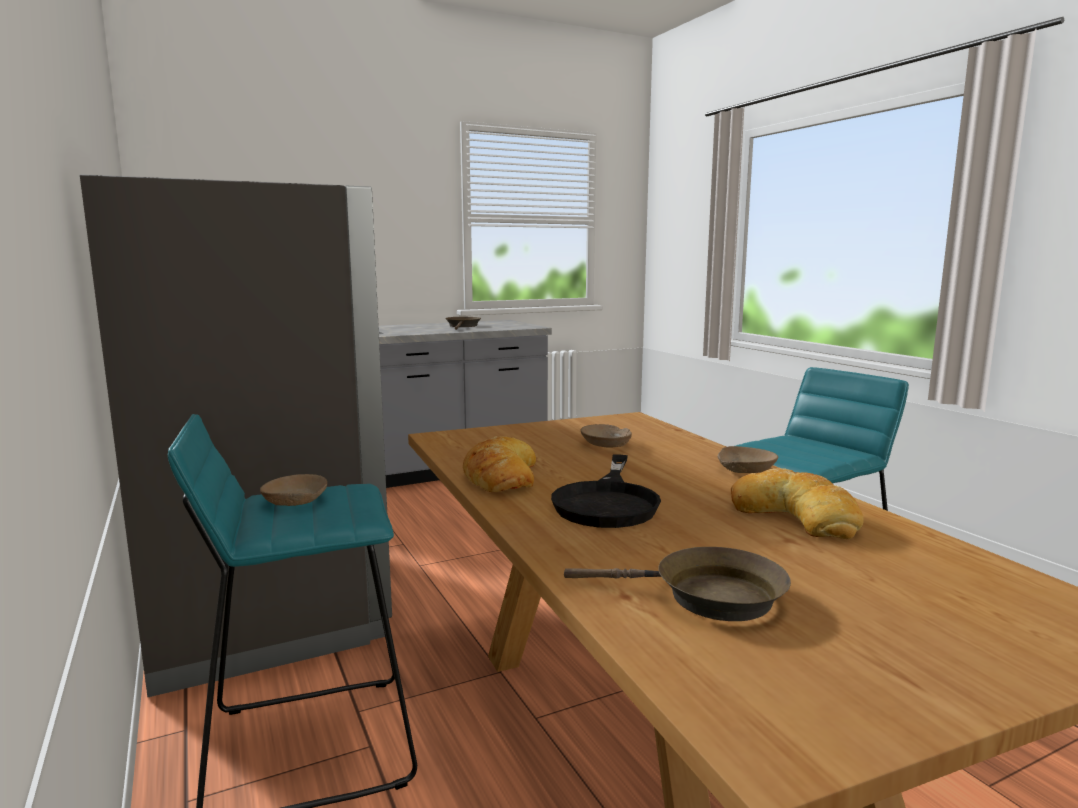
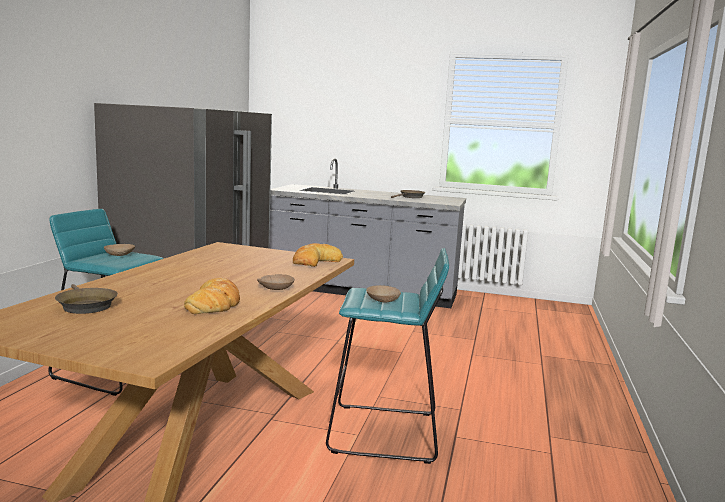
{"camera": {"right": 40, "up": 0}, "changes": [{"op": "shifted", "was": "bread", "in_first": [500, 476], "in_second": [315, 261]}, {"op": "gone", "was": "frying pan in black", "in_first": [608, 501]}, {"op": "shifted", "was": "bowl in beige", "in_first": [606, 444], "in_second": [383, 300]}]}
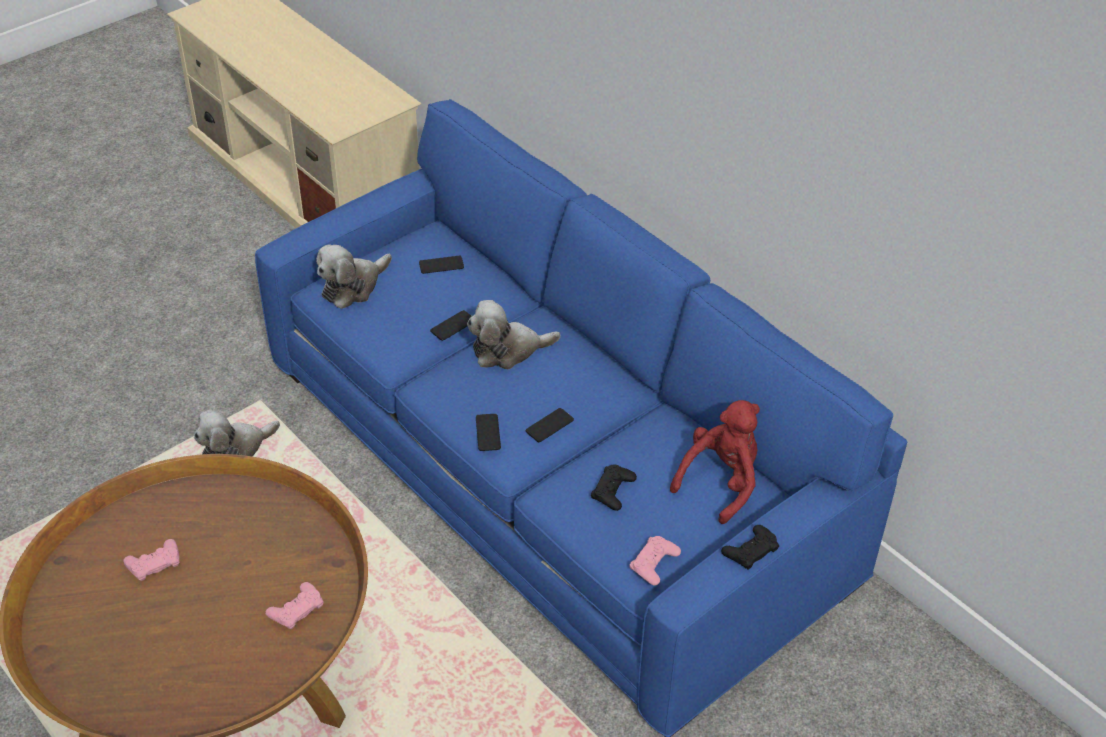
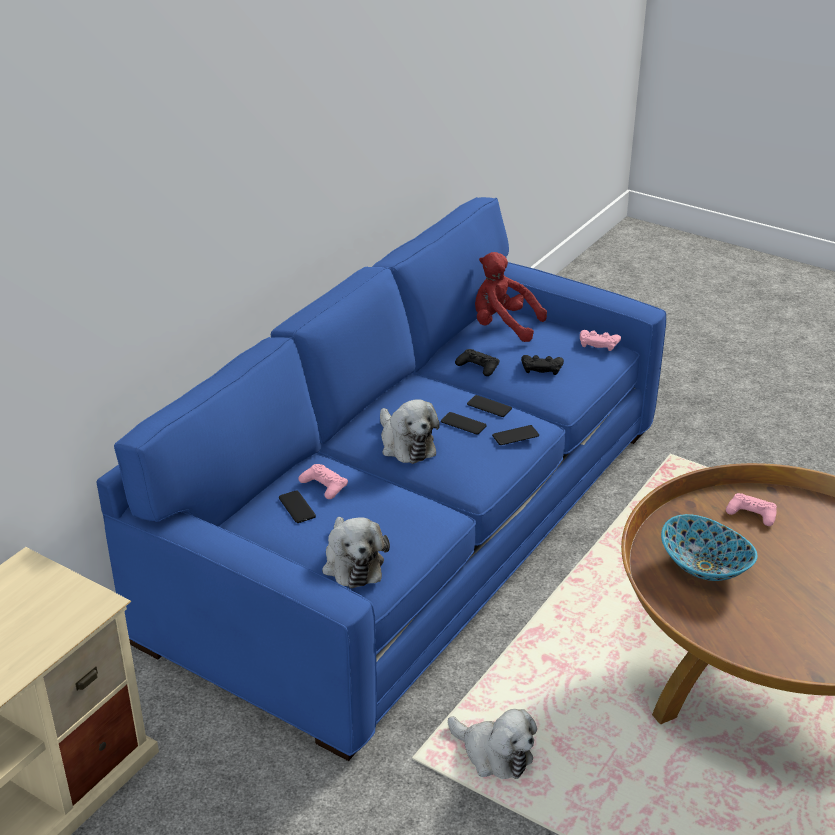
{"camera": {"right": -105, "up": -10}, "changes": [{"op": "shifted", "was": "game controller in pink", "in_first": [154, 563], "in_second": [324, 485]}, {"op": "rotated", "was": "plush toy", "in_first": [353, 286], "in_second": [352, 563], "clockwise": 45}, {"op": "shifted", "was": "phone", "in_first": [453, 326], "in_second": [463, 424]}, {"op": "shifted", "was": "game controller in black", "in_first": [750, 551], "in_second": [478, 366]}, {"op": "new", "now": "bowl", "in_second": [705, 566]}]}
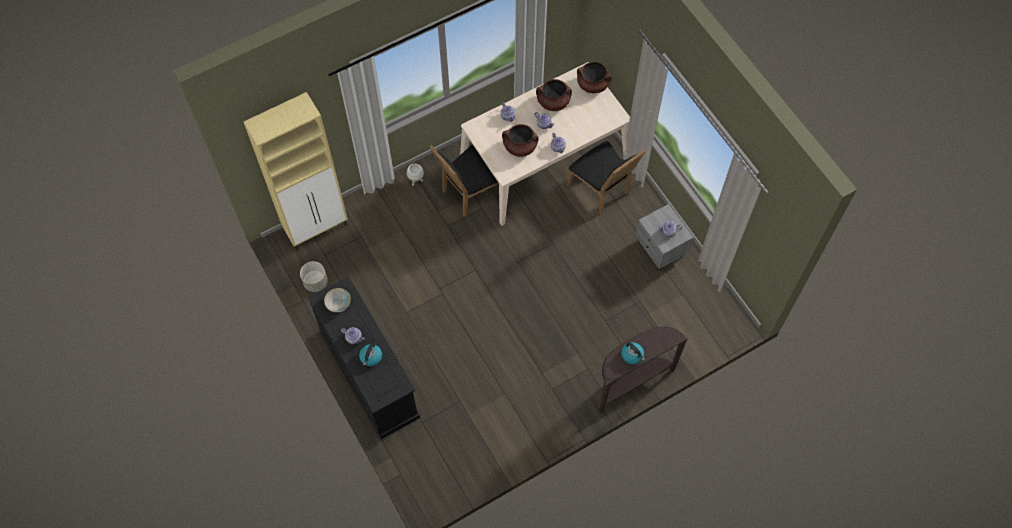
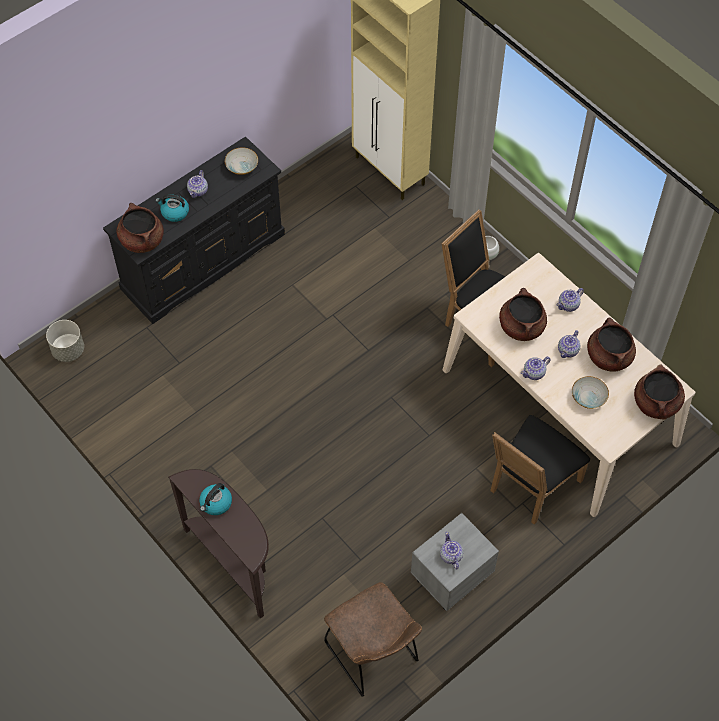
{"camera": {"right": 80, "up": -5}, "changes": [{"op": "shifted", "was": "planter in grey", "in_first": [315, 282], "in_second": [68, 350]}, {"op": "new", "now": "cooking pot in brown", "in_second": [142, 240]}, {"op": "new", "now": "chair in brown", "in_second": [374, 655]}, {"op": "new", "now": "bowl", "in_second": [588, 397]}]}
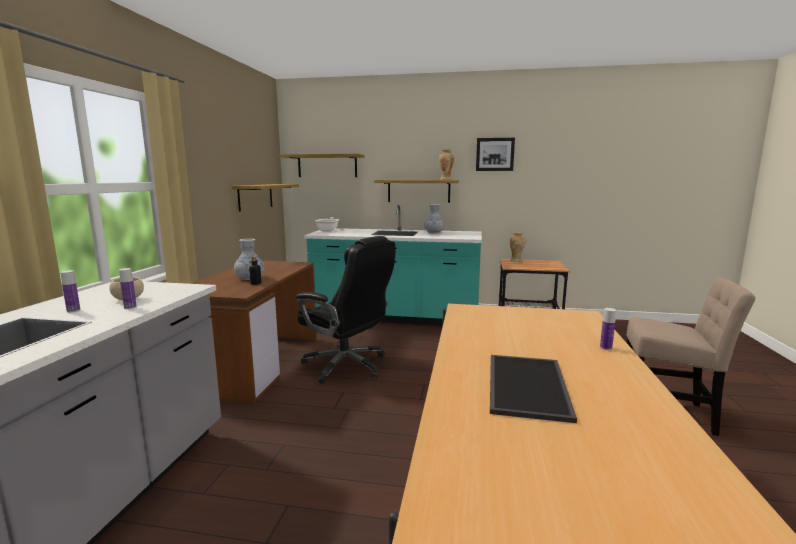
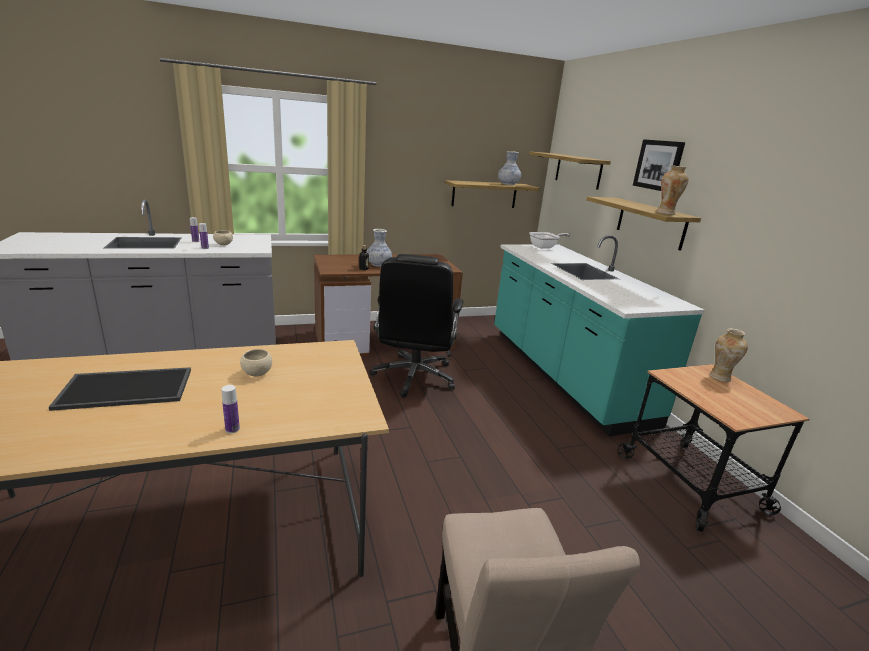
{"camera": {"right": 60, "up": 10}, "changes": [{"op": "shifted", "was": "vase", "in_first": [434, 233], "in_second": [508, 184]}, {"op": "shifted", "was": "picture", "in_first": [495, 154], "in_second": [658, 165]}, {"op": "new", "now": "bowl in beige", "in_second": [257, 373]}]}
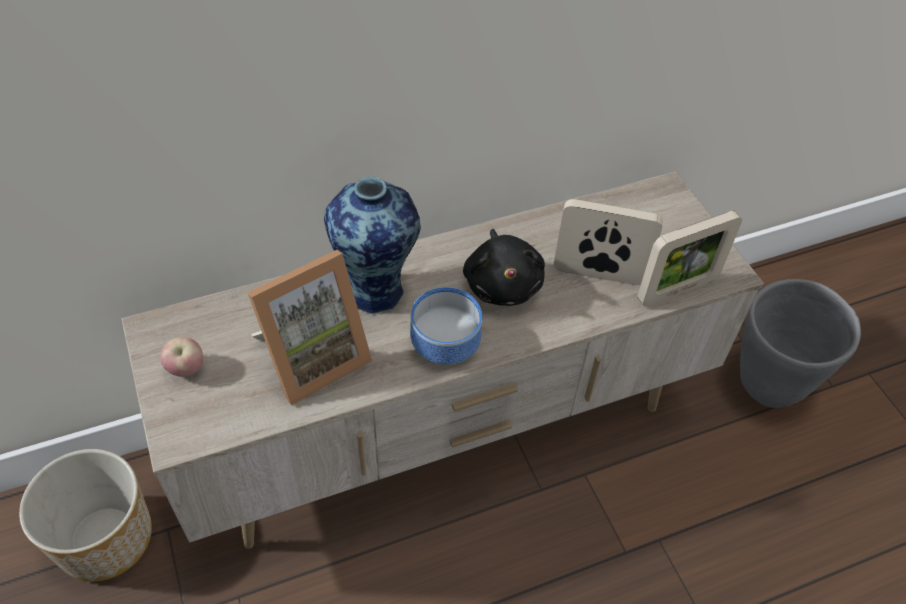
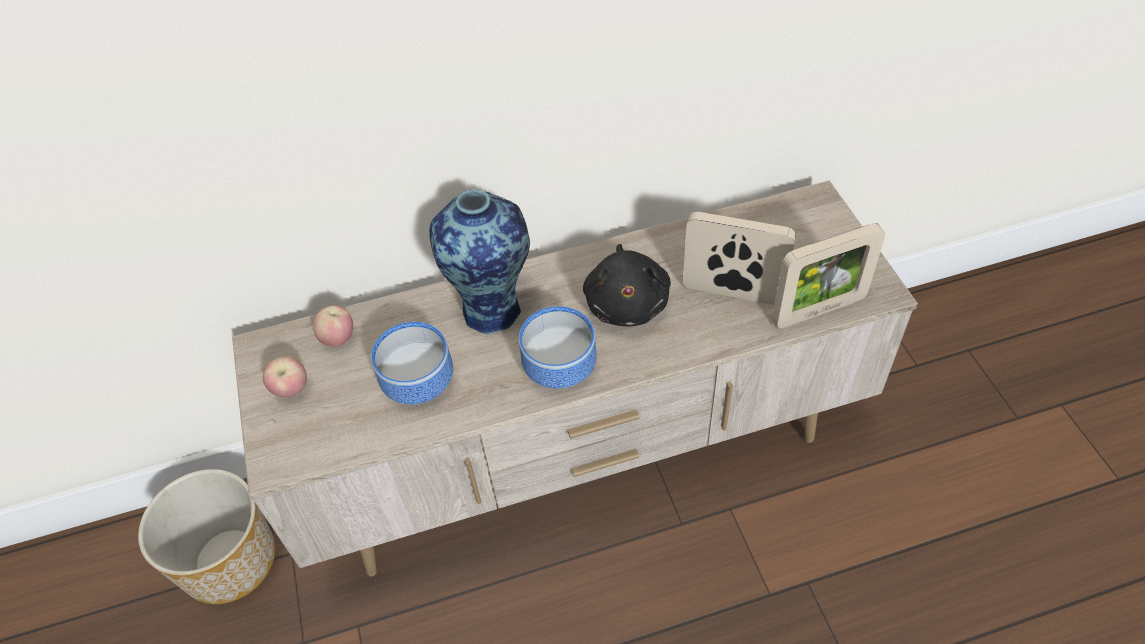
{"camera": {"right": 10, "up": 0}, "changes": [{"op": "swapped", "was": "picture frame", "now": "bowl", "in_first": [312, 357], "in_second": [420, 379]}, {"op": "gone", "was": "planter in grey", "in_first": [768, 384]}, {"op": "new", "now": "apple", "in_second": [338, 339]}]}
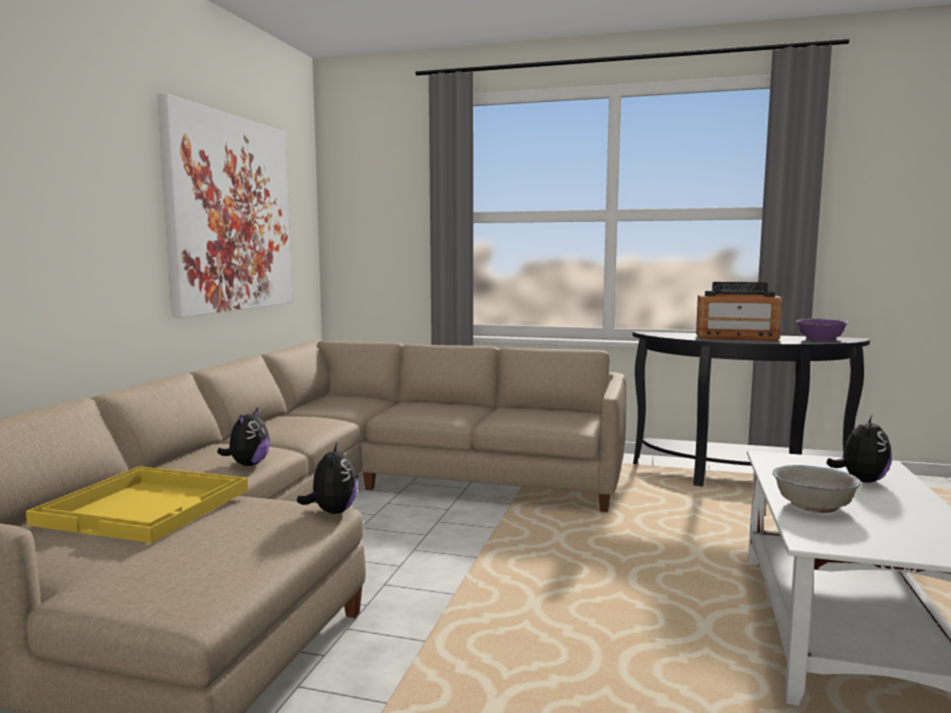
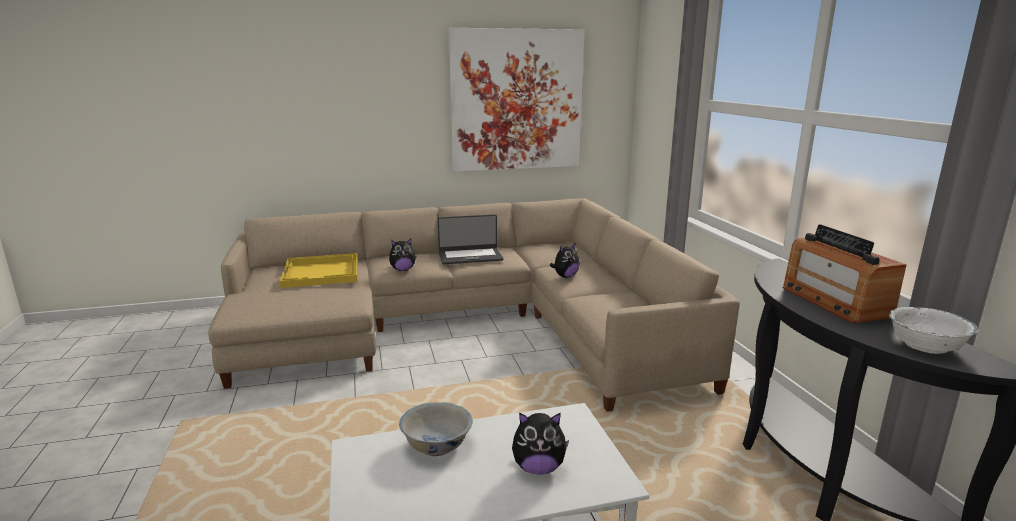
{"camera": {"right": 60, "up": 10}, "changes": [{"op": "shifted", "was": "plush toy", "in_first": [332, 512], "in_second": [565, 276]}, {"op": "repainted", "was": "bowl in purple", "now": "bowl in white", "in_first": [820, 339], "in_second": [926, 346]}, {"op": "new", "now": "laptop", "in_second": [470, 256]}]}
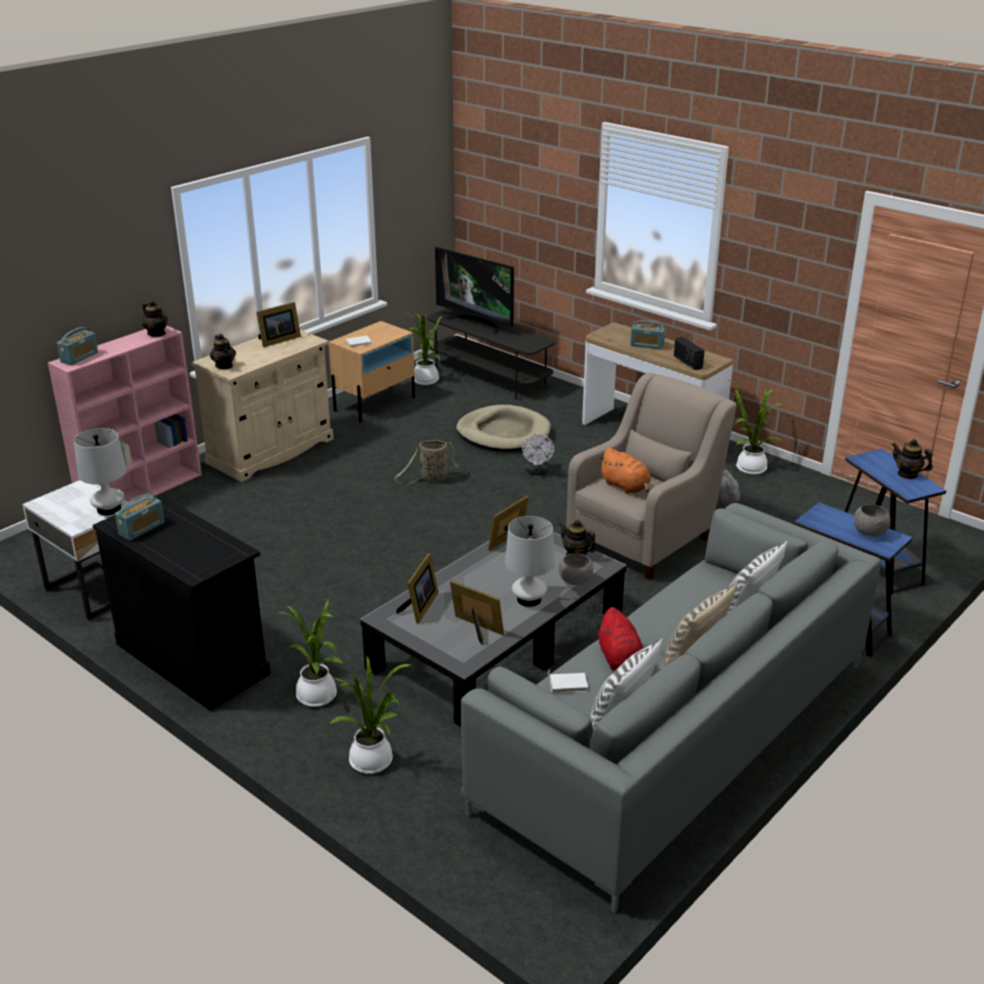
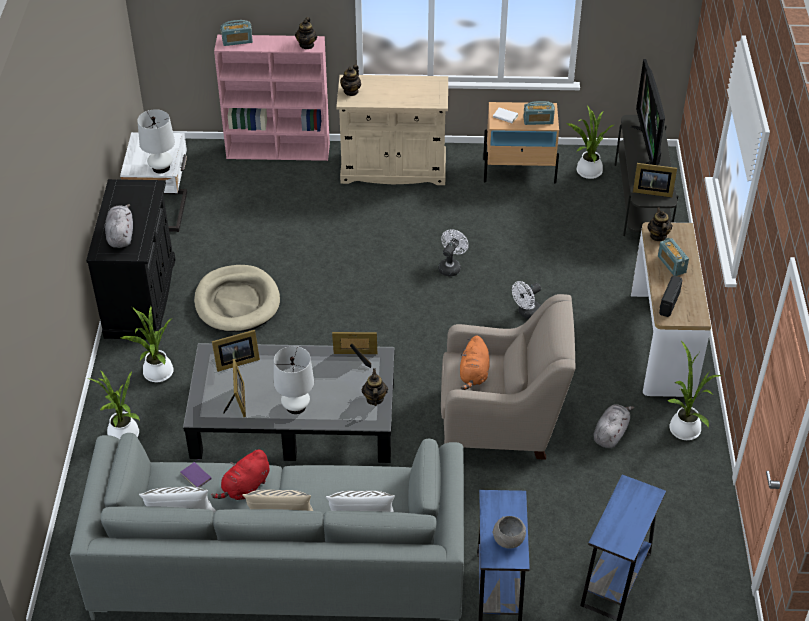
{"camera": {"right": 50, "up": 15}, "changes": [{"op": "shifted", "was": "radio", "in_first": [142, 529], "in_second": [538, 121]}, {"op": "shifted", "was": "picture frame", "in_first": [277, 340], "in_second": [651, 191]}, {"op": "swapped", "was": "basket", "now": "fan in white", "in_first": [432, 479], "in_second": [451, 266]}, {"op": "shifted", "was": "dog bed in beige", "in_first": [503, 433], "in_second": [237, 302]}, {"op": "repainted", "was": "book in white", "now": "book in purple", "in_first": [568, 683], "in_second": [196, 476]}, {"op": "gone", "was": "bowl in grey", "in_first": [574, 580]}, {"op": "shifted", "was": "teapot", "in_first": [907, 474], "in_second": [658, 236]}, {"op": "new", "now": "plush toy in grey", "in_second": [121, 236]}]}
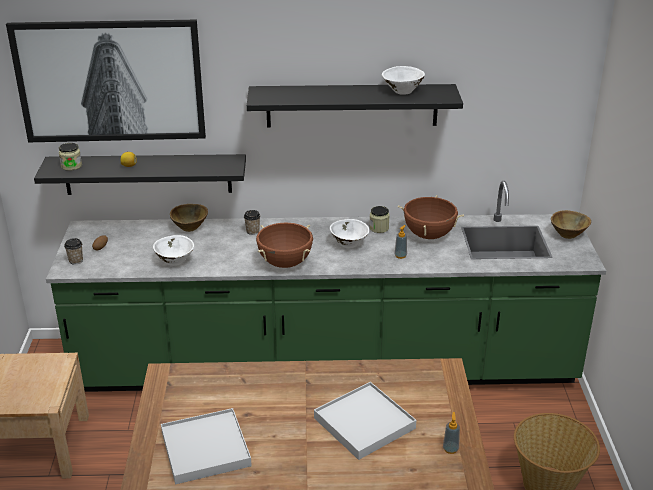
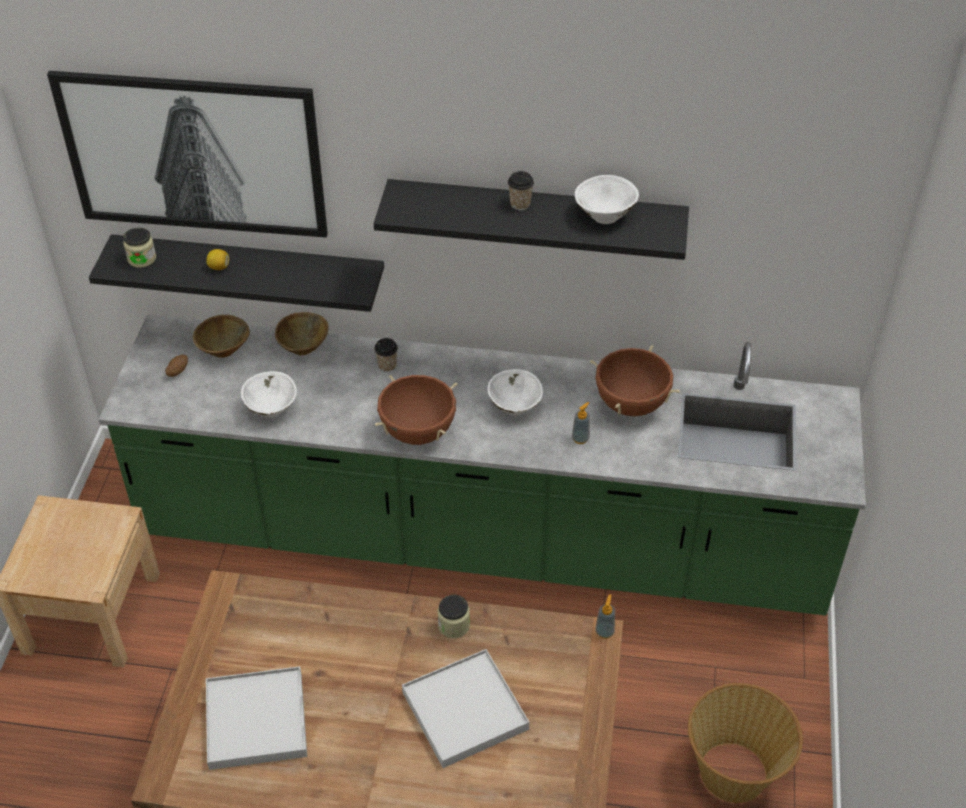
{"camera": {"right": 10, "up": 15}, "changes": [{"op": "shifted", "was": "cup", "in_first": [76, 261], "in_second": [520, 204]}, {"op": "shifted", "was": "jar", "in_first": [379, 228], "in_second": [454, 625]}, {"op": "shifted", "was": "soap dispenser", "in_first": [450, 449], "in_second": [604, 631]}, {"op": "shifted", "was": "bowl in brown", "in_first": [568, 235], "in_second": [223, 350]}]}
